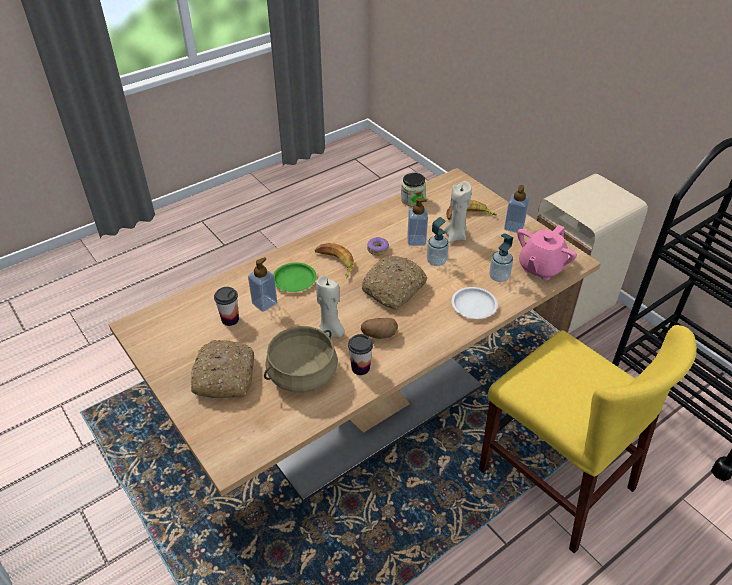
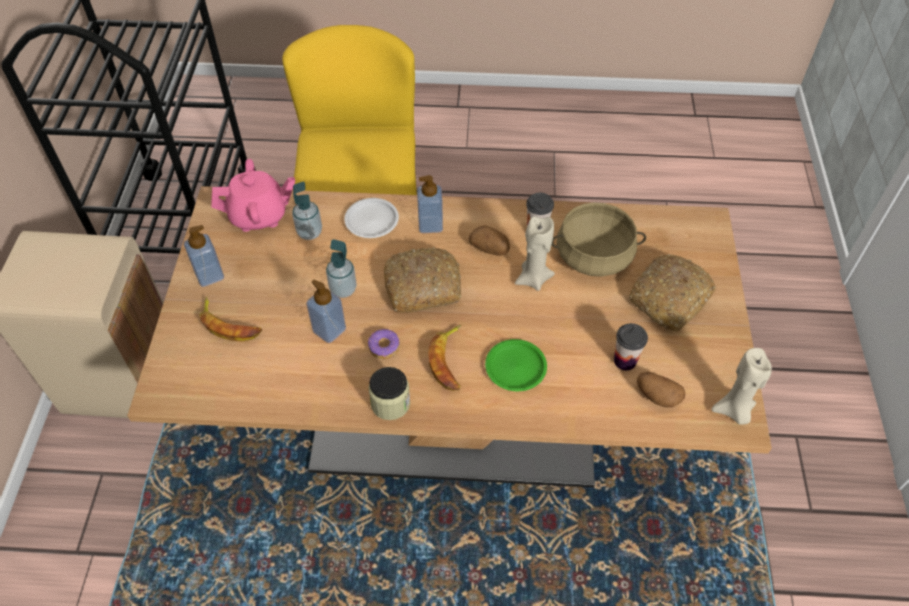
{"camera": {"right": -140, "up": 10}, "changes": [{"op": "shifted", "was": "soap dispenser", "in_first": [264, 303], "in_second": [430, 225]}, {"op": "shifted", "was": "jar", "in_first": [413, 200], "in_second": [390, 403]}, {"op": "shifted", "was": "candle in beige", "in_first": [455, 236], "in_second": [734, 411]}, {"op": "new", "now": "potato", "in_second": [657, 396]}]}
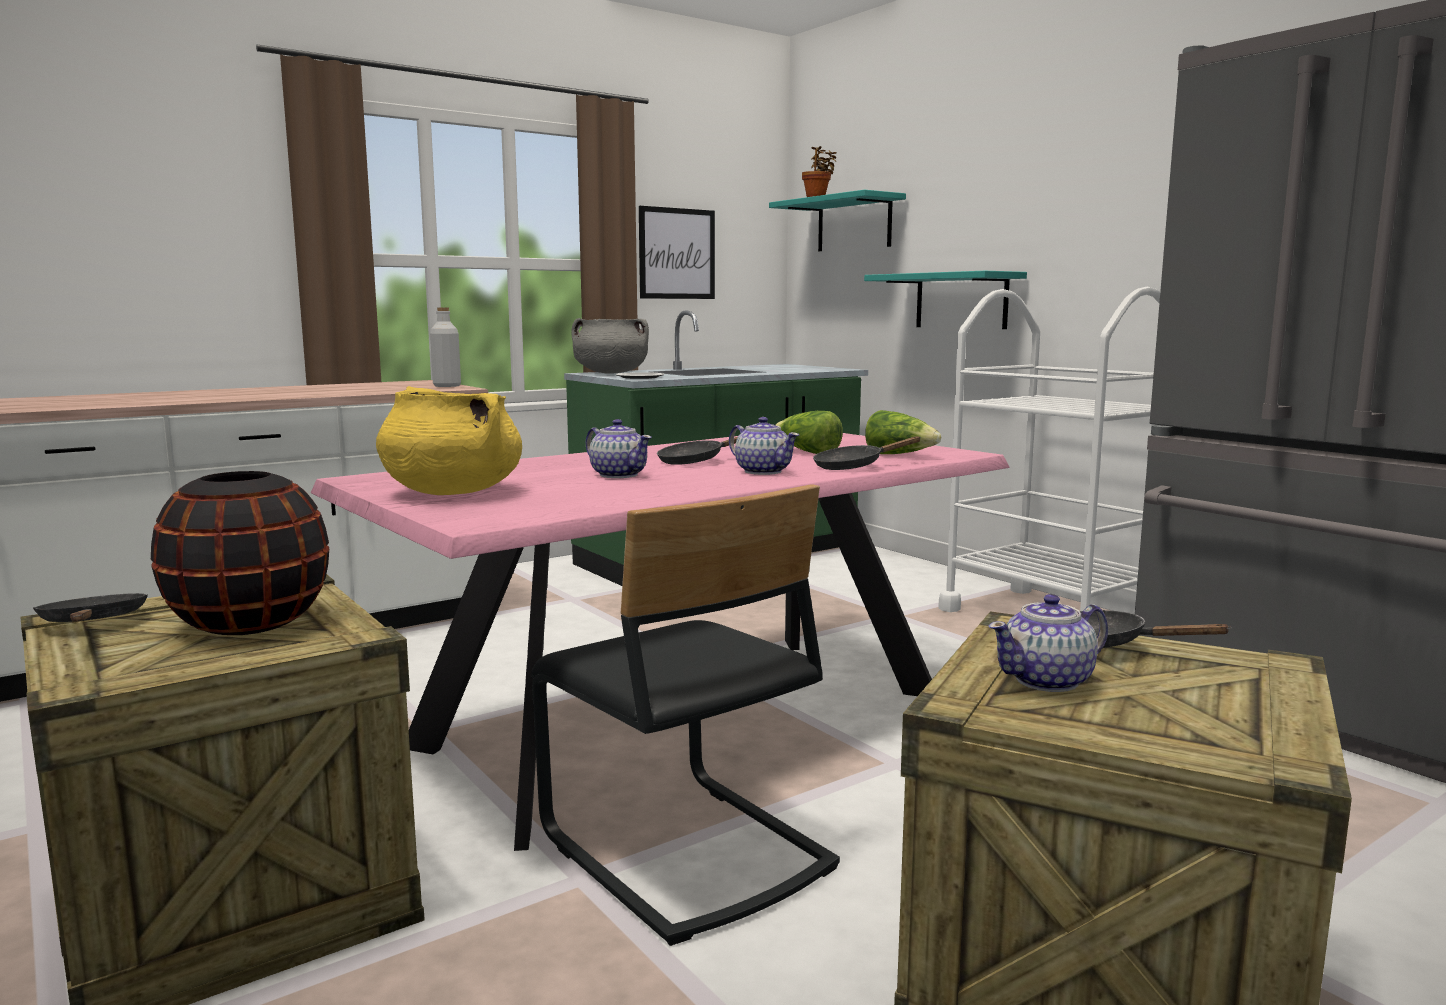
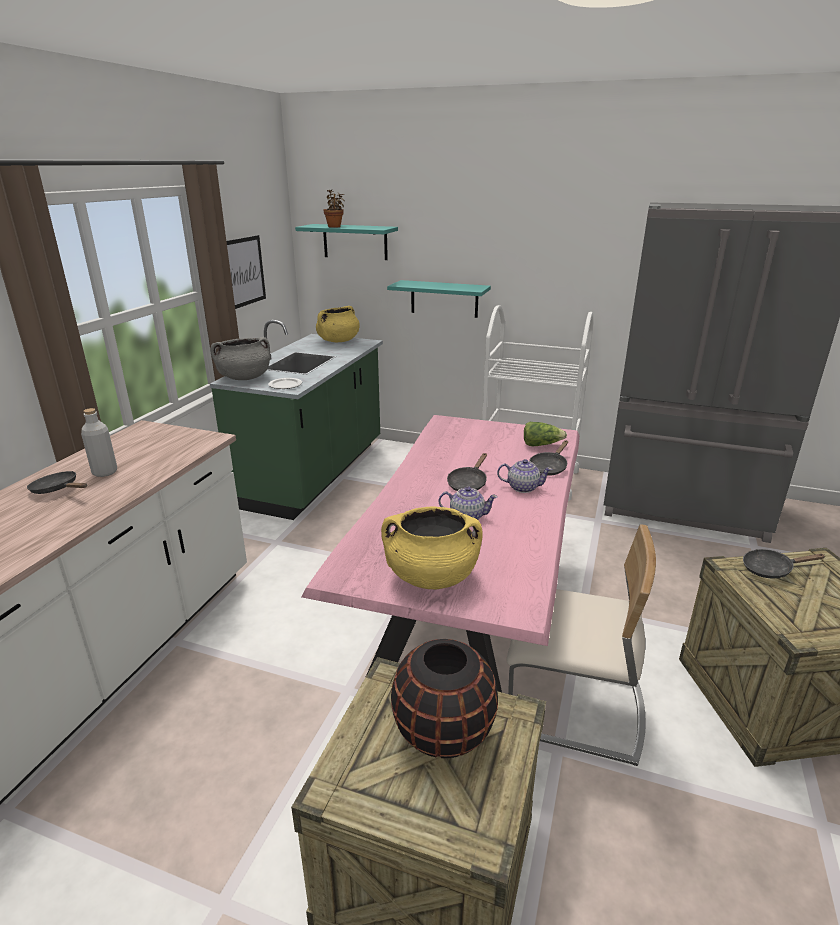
{"camera": {"right": -35, "up": 15}, "changes": [{"op": "shifted", "was": "frying pan in black", "in_first": [93, 623], "in_second": [58, 489]}, {"op": "shifted", "was": "bottle in grey", "in_first": [447, 386], "in_second": [105, 472]}, {"op": "repainted", "was": "chair in black", "now": "chair in beige", "in_first": [683, 852], "in_second": [574, 709]}, {"op": "gone", "was": "lettuce", "in_first": [807, 453]}, {"op": "gone", "was": "teapot", "in_first": [1048, 681]}, {"op": "new", "now": "cooking pot in yellow", "in_second": [338, 341]}]}
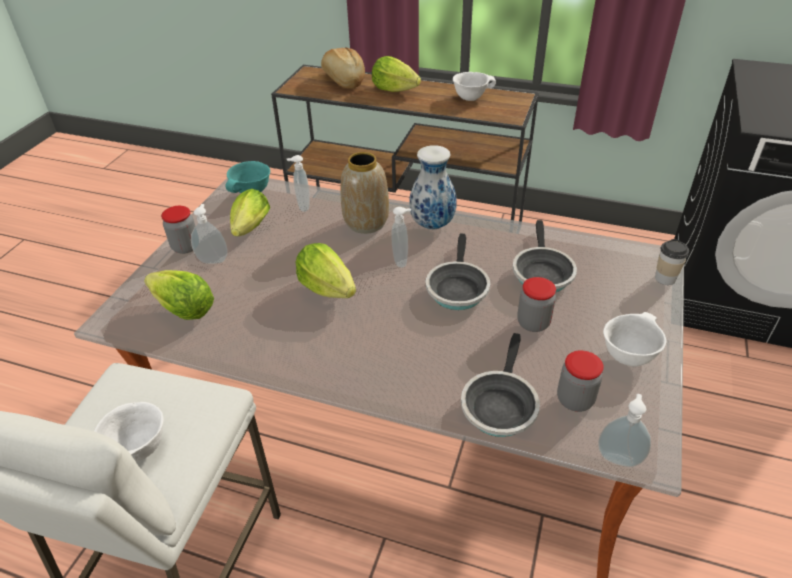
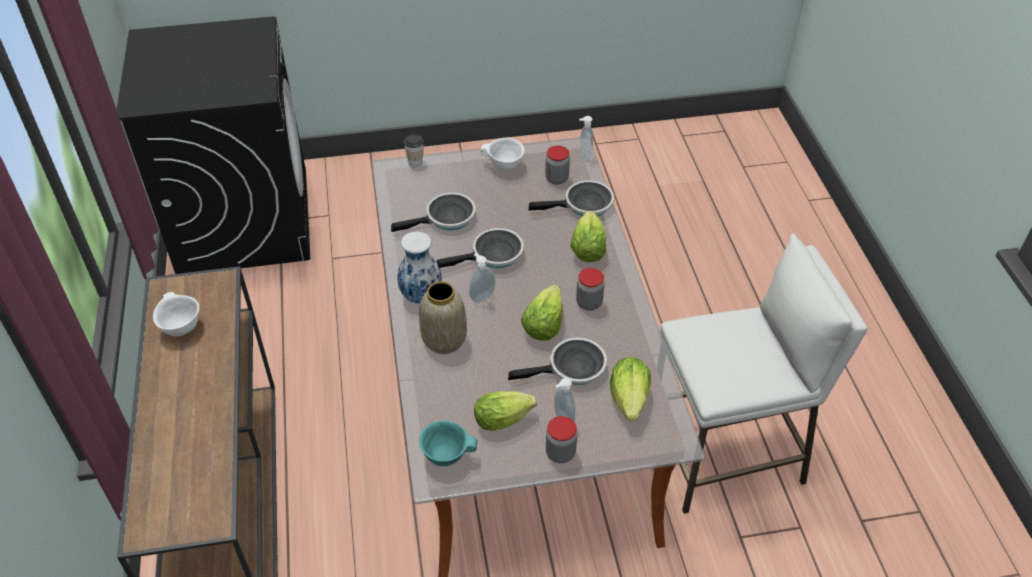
{"camera": {"right": -120, "up": 5}, "changes": [{"op": "gone", "was": "bowl in white", "in_first": [140, 451]}, {"op": "gone", "was": "soap dispenser", "in_first": [302, 206]}, {"op": "gone", "was": "bread", "in_first": [343, 80]}, {"op": "shifted", "was": "lettuce", "in_first": [394, 89], "in_second": [587, 249]}, {"op": "shifted", "was": "jar", "in_first": [533, 323], "in_second": [589, 303]}, {"op": "new", "now": "frying pan", "in_second": [572, 369]}]}
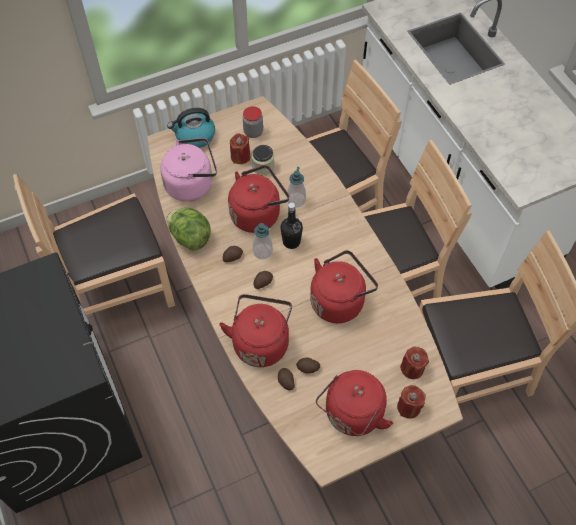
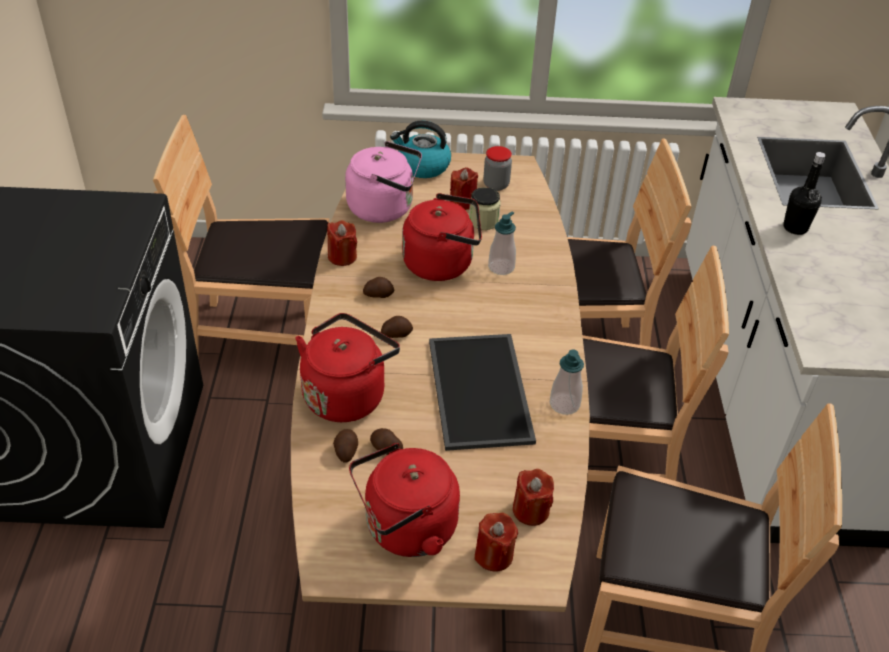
{"camera": {"right": 25, "up": -15}, "changes": [{"op": "swapped", "was": "lettuce", "now": "candle in red", "in_first": [190, 237], "in_second": [342, 257]}, {"op": "shifted", "was": "soap dispenser", "in_first": [262, 251], "in_second": [564, 404]}, {"op": "shifted", "was": "bottle in black", "in_first": [291, 242], "in_second": [795, 228]}, {"op": "swapped", "was": "kettle in red", "now": "tray", "in_first": [339, 300], "in_second": [482, 391]}]}
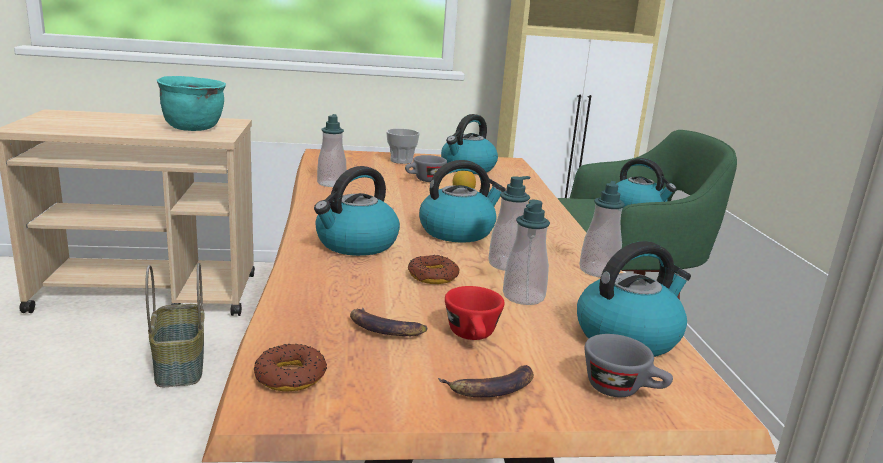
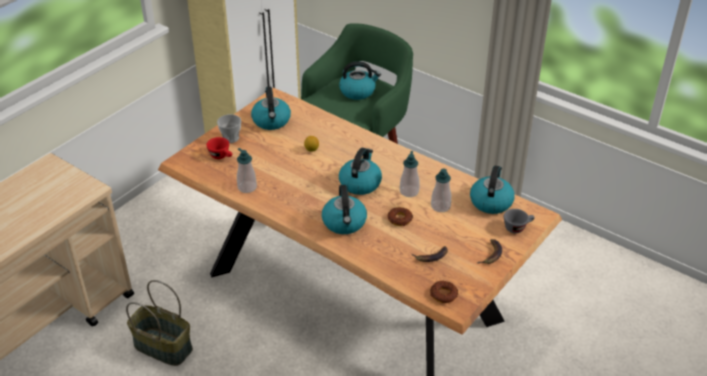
{"camera": {"right": -45, "up": 20}, "changes": [{"op": "gone", "was": "cooking pot in turquoise", "in_first": [194, 128]}, {"op": "gone", "was": "cup in grey", "in_first": [424, 180]}, {"op": "shifted", "was": "cup in red", "in_first": [473, 336], "in_second": [221, 156]}, {"op": "gone", "was": "soap dispenser", "in_first": [598, 271]}]}
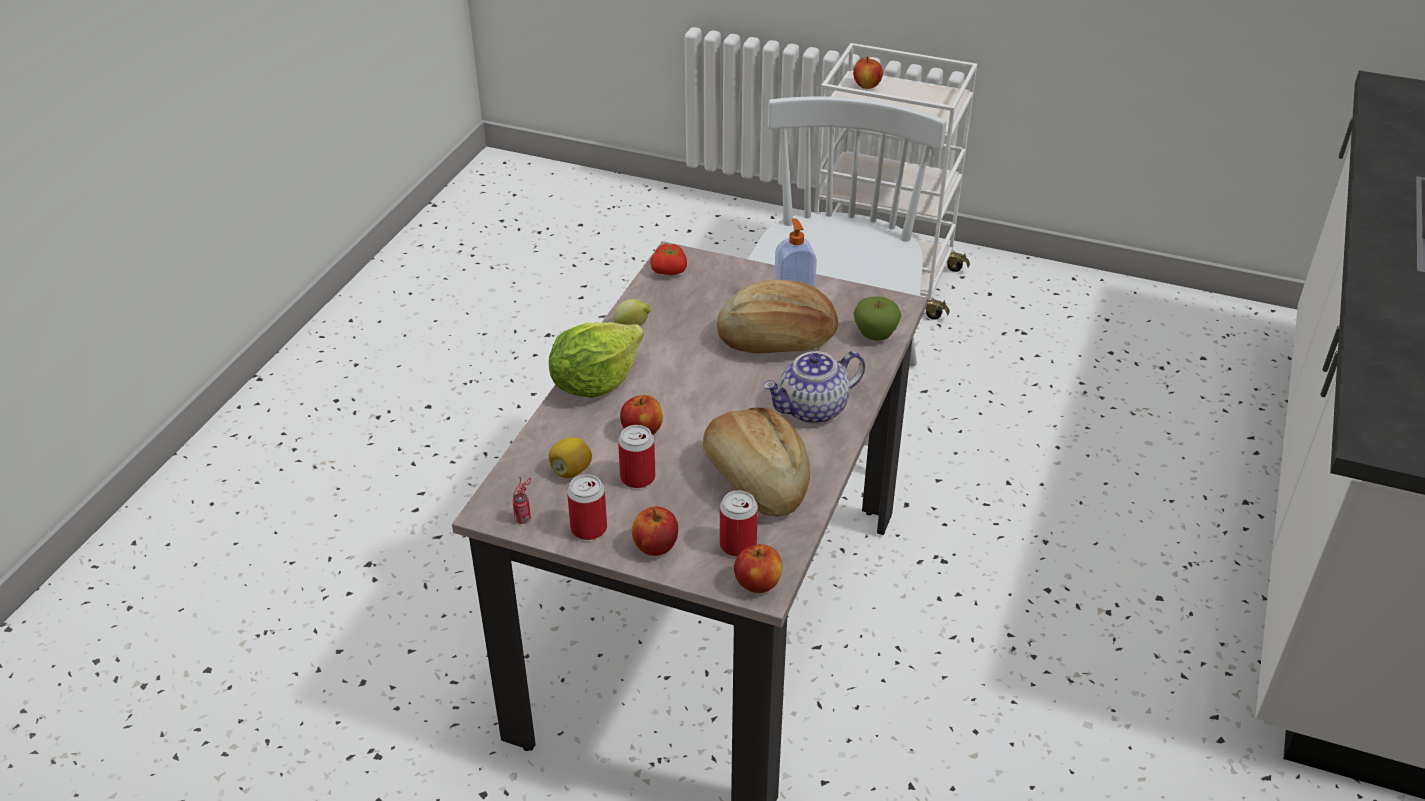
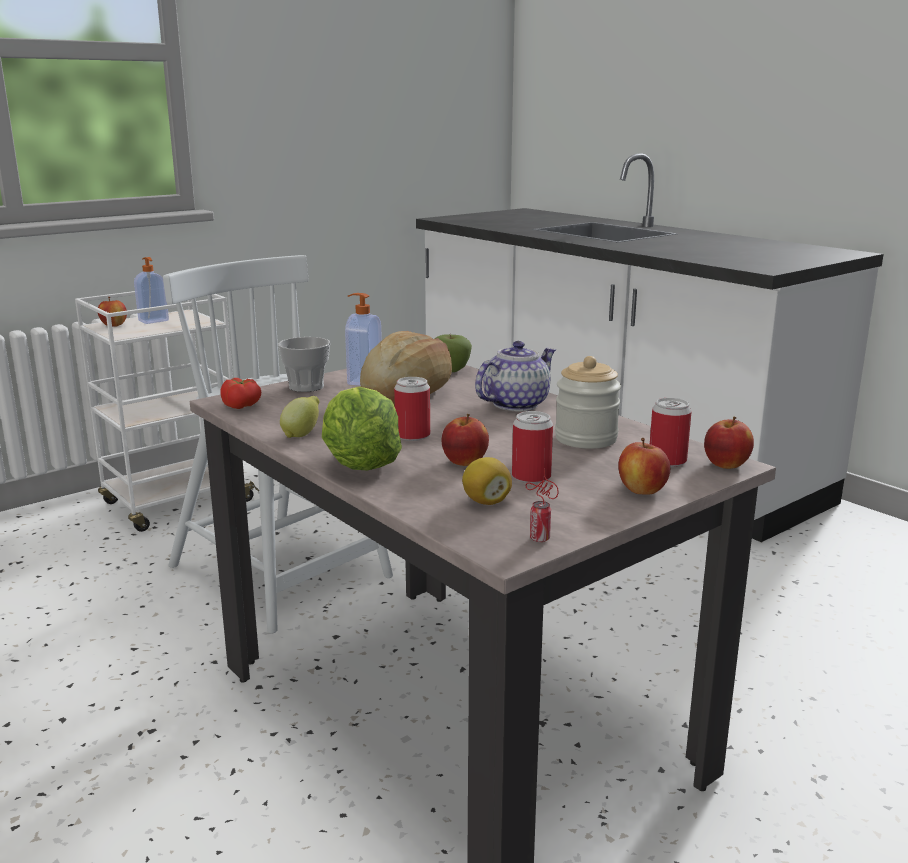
{"camera": {"right": -60, "up": -20}, "changes": [{"op": "shifted", "was": "can", "in_first": [588, 528], "in_second": [412, 435]}, {"op": "swapped", "was": "bread", "now": "jar", "in_first": [754, 480], "in_second": [586, 438]}, {"op": "rotated", "was": "teapot", "in_first": [813, 409], "in_second": [515, 404], "clockwise": -135}, {"op": "new", "now": "soap dispenser", "in_second": [154, 321]}, {"op": "new", "now": "cup", "in_second": [306, 386]}]}
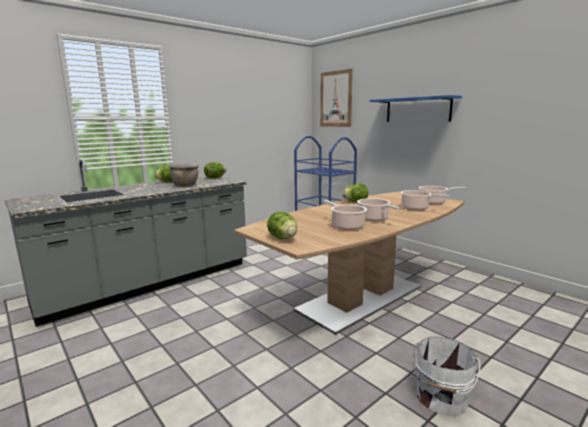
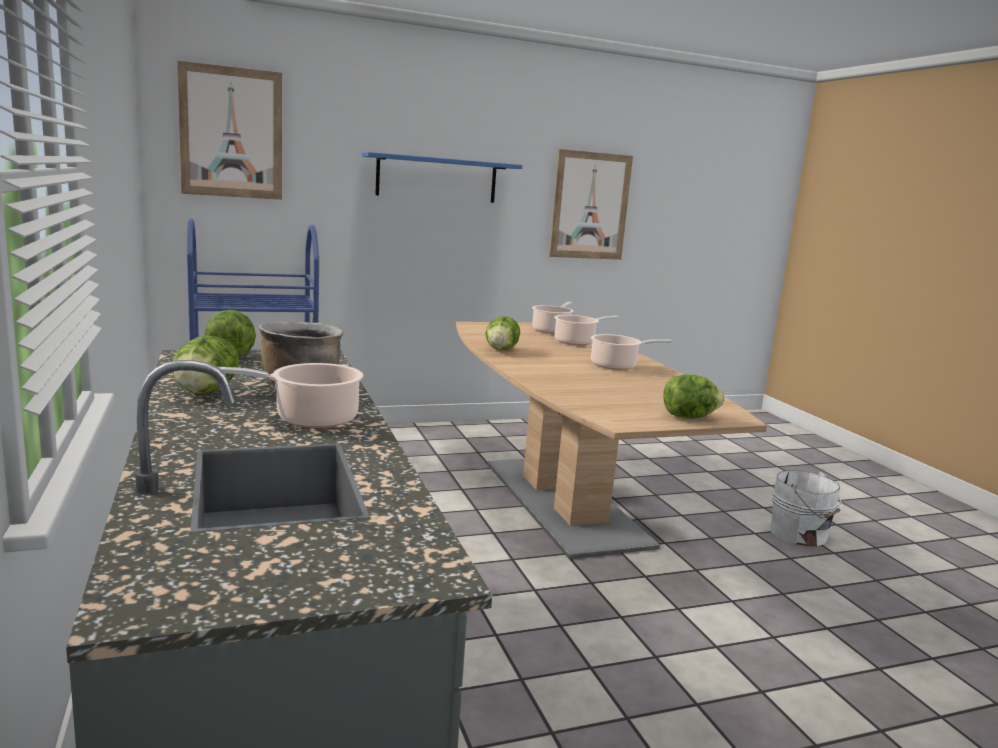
{"camera": {"right": -70, "up": 0}, "changes": [{"op": "shifted", "was": "cooking pot", "in_first": [346, 226], "in_second": [311, 418]}, {"op": "new", "now": "picture", "in_second": [590, 206]}]}
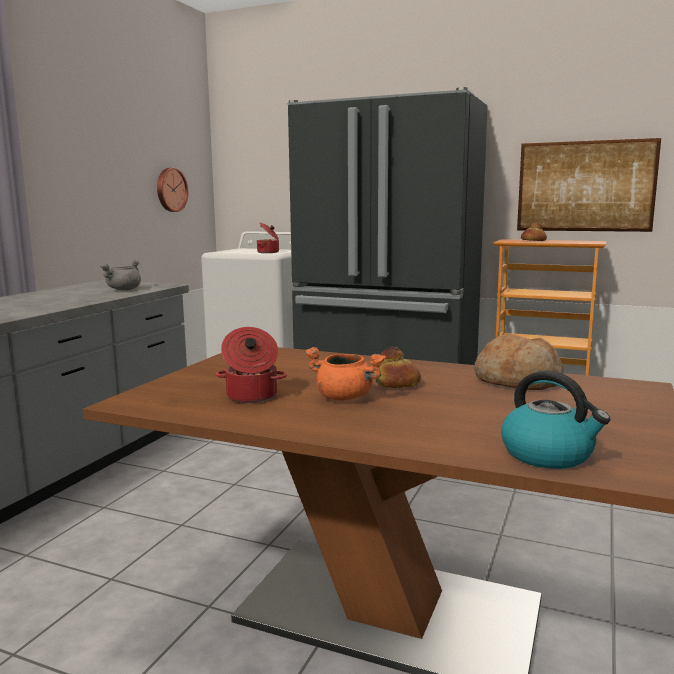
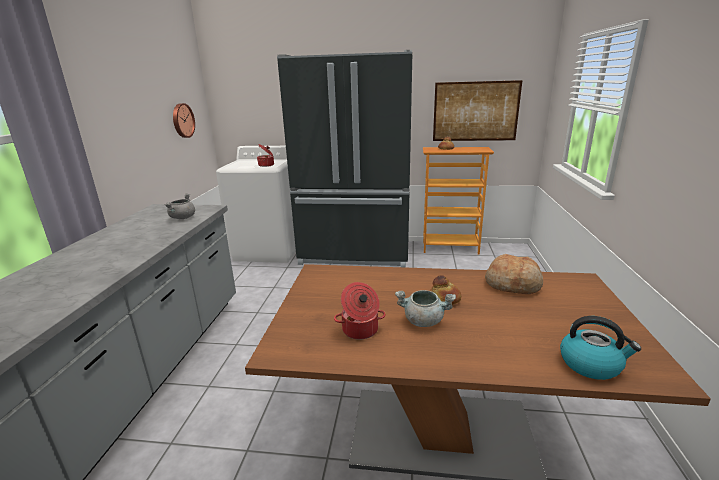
{"camera": {"right": -15, "up": 10}, "changes": [{"op": "repainted", "was": "cooking pot in orange", "now": "cooking pot in grey", "in_first": [345, 397], "in_second": [423, 321]}]}
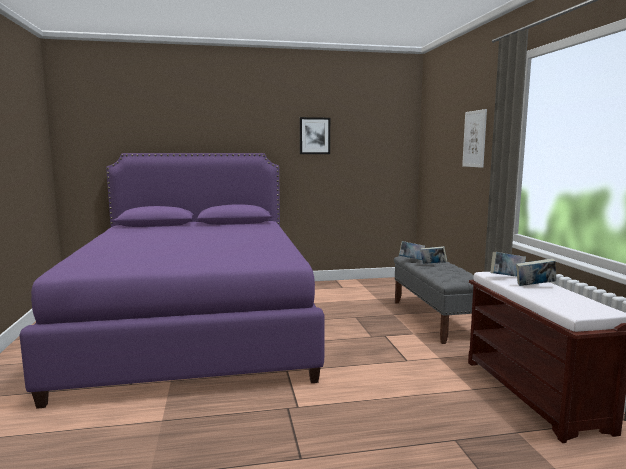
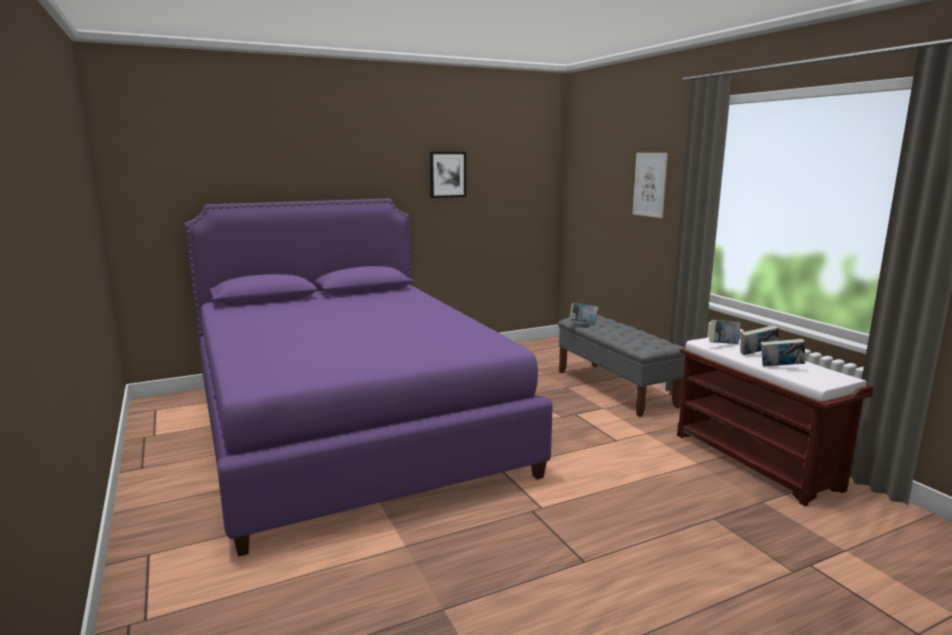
{"camera": {"right": -15, "up": 5}, "changes": [{"op": "shifted", "was": "book", "in_first": [433, 264], "in_second": [780, 367]}]}
